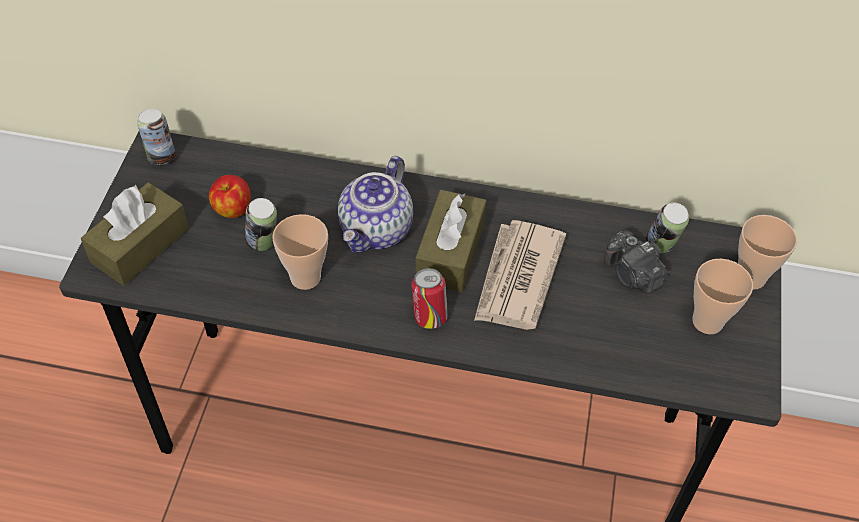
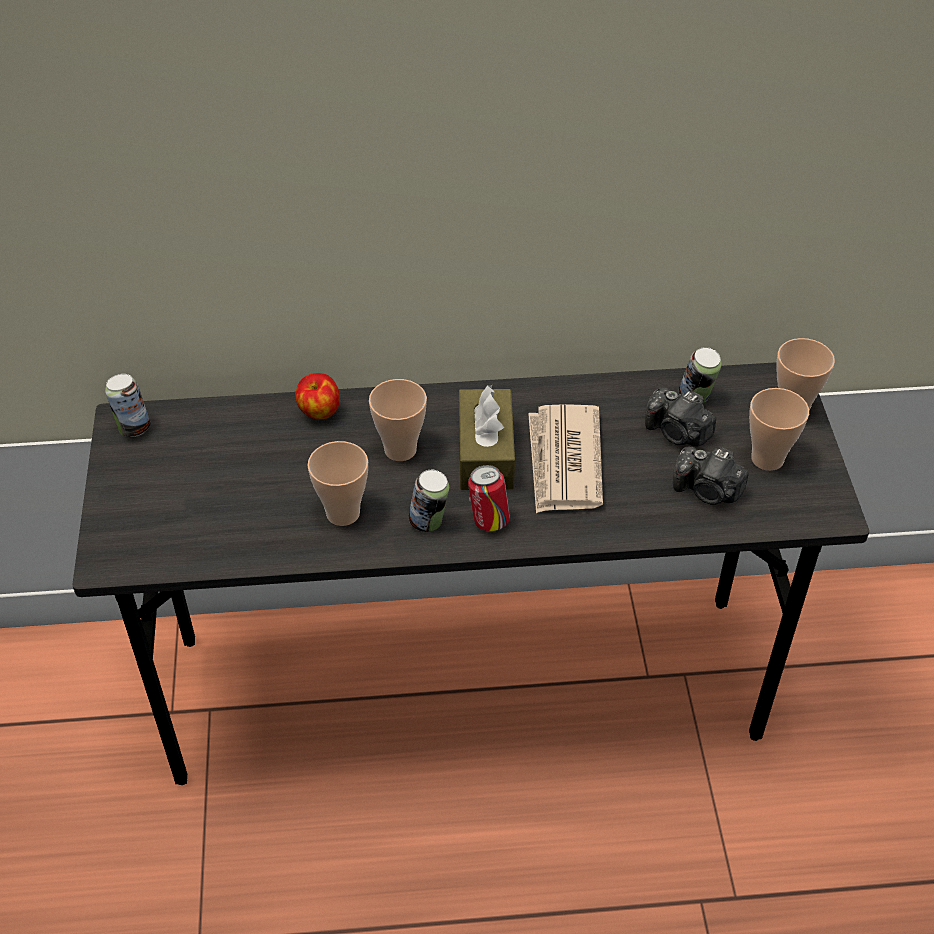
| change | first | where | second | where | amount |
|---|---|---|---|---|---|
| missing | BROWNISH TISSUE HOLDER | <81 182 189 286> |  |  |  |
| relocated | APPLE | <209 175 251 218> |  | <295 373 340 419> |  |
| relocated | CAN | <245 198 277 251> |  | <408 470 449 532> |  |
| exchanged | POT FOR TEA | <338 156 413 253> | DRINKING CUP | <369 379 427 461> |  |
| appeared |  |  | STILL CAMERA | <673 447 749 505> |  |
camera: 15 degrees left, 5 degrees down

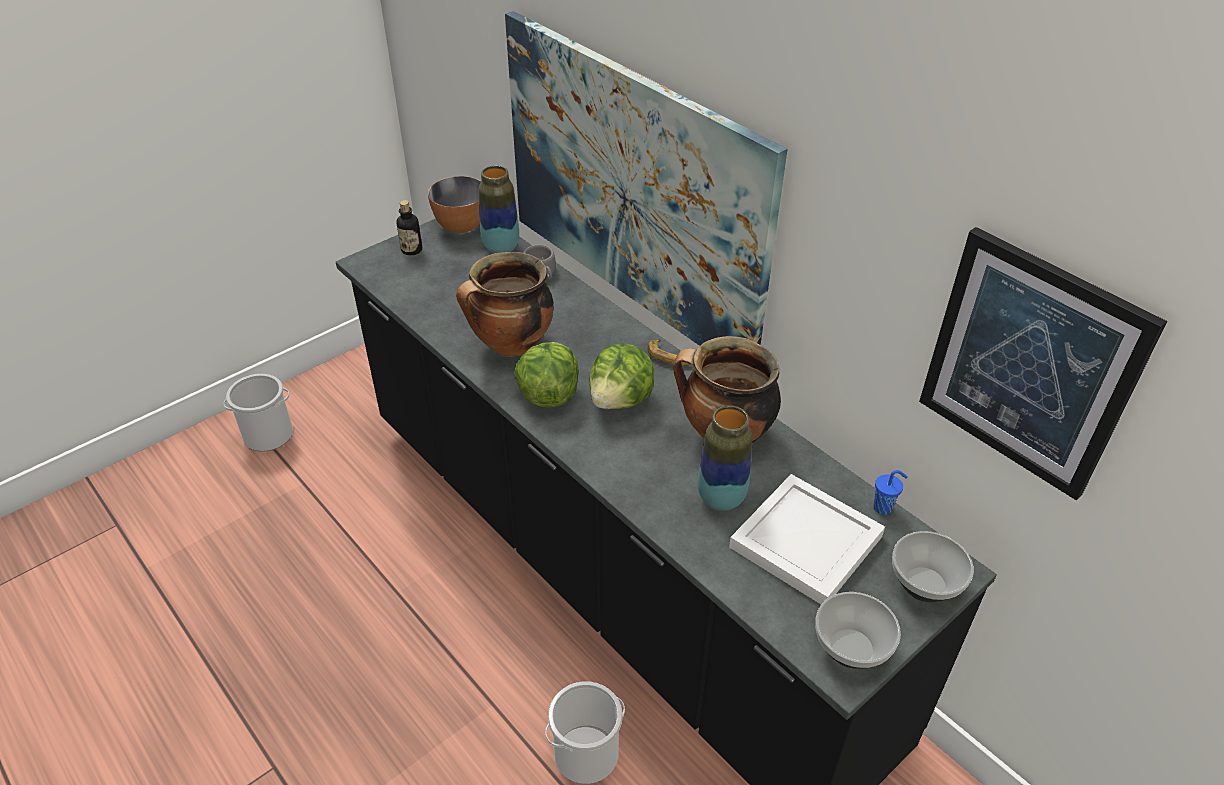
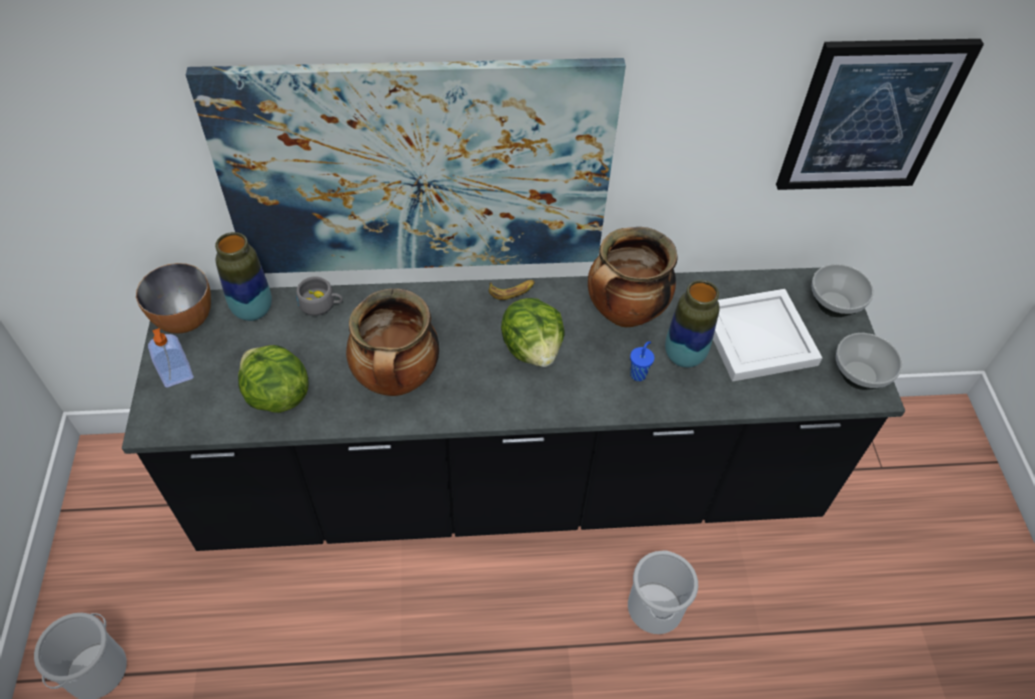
| change | first | where | second | where | amount |
|---|---|---|---|---|---|
| exchanged | BEVERAGE BOTTLE | <396 200 422 255> | LIQUID SOAP BOTTLE | <148 328 194 388> |  |
| relocated | HEAD OF LETTUCE | <514 342 579 408> |  | <238 345 308 413> |  |
| relocated | BLUISH DRINKING CUP | <873 470 908 515> |  | <630 341 654 381> |  |
camera: 55 degrees left, 10 degrees up

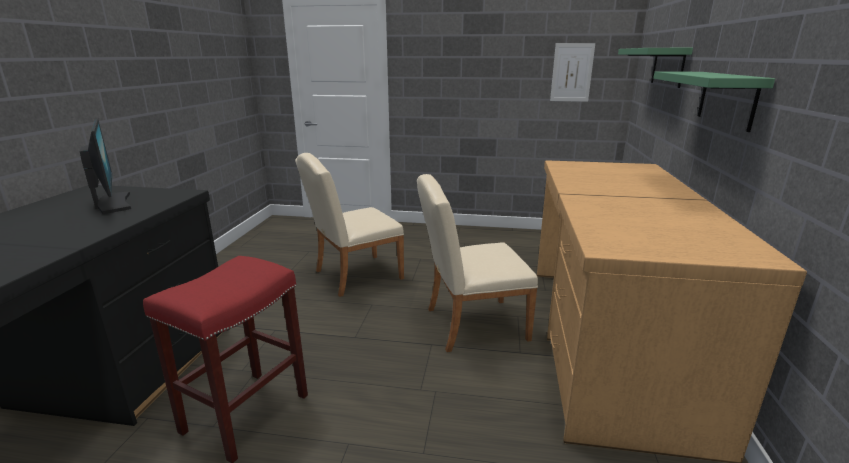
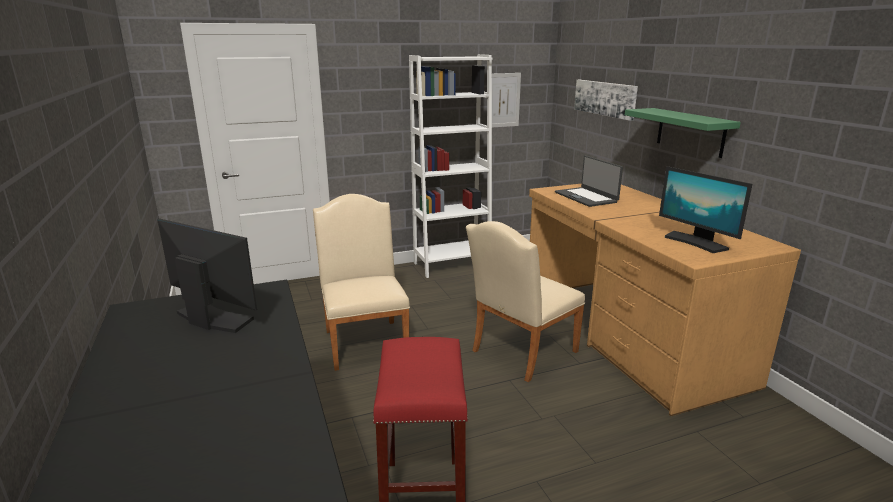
| change | first | where | second | where | amount |
|---|---|---|---|---|---|
| spun | BEIGE UPRIGHT CHAIR | <295 153 404 297> |  | <313 194 410 371> | 135 degrees clockwise |
| exchanged | GREEN SHELF | <618 48 693 88> | PICTURE | <574 80 638 121> |  |
| appeared |  |  | WHITISH BOOKCASE | <409 54 492 278> |  |
| appeared |  |  | LAPTOP | <555 156 623 207> |  |
| appeared |  |  | MONITOR | <659 166 752 253> |  |
camera: 30 degrees left, 0 degrees up

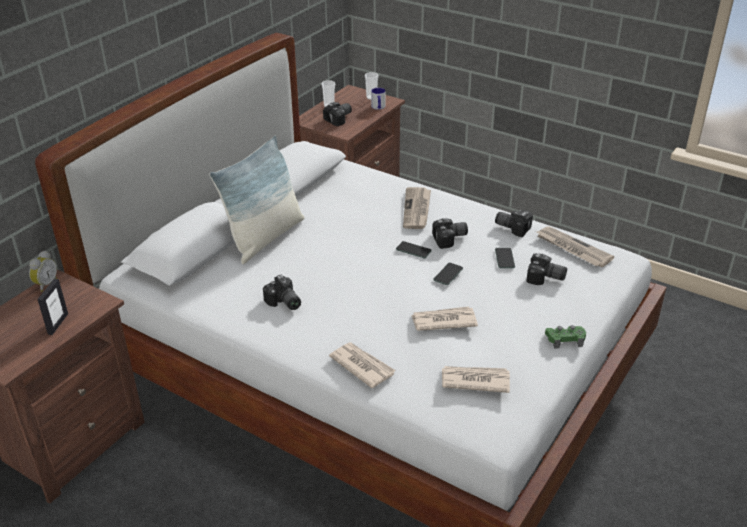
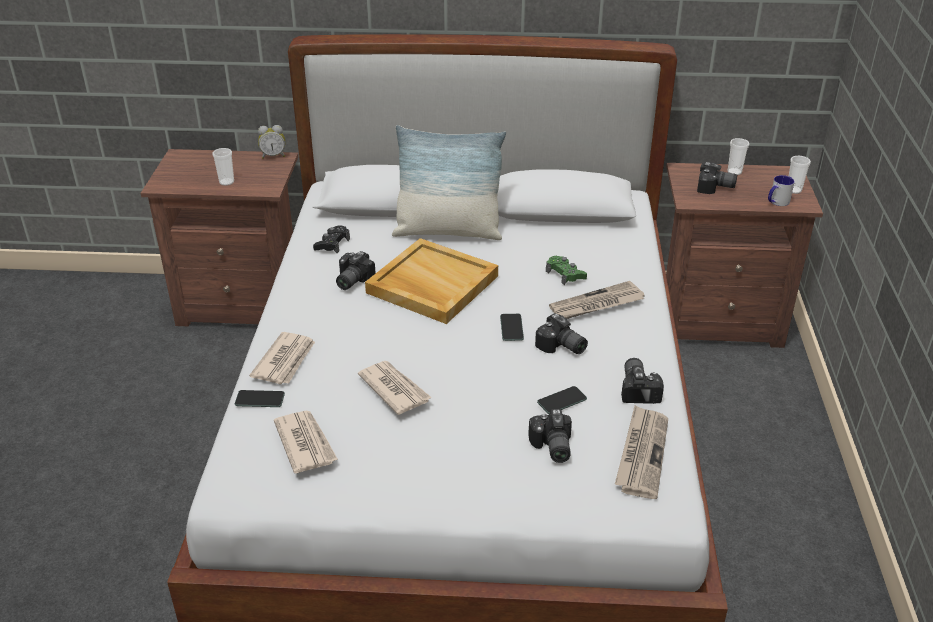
| change | first | where | second | where | amount |
|---|---|---|---|---|---|
| exchanged | STANDING FRAME | <37 279 68 335> | DRINKING CUP | <212 148 234 186> |  |
| relocated | HANDSET | <433 263 463 285> |  | <235 390 285 407> |  |
| relocated | GREEN GAMEPAD | <545 325 586 349> |  | <546 256 587 285> |  |
| appeared |  |  | BLACK-COLOURED GAMEPAD | <313 225 350 253> |  |
| appeared |  |  | BEIGE CARRYING TRAY | <365 238 498 324> |  |
camera: 60 degrees right, 0 degrees up

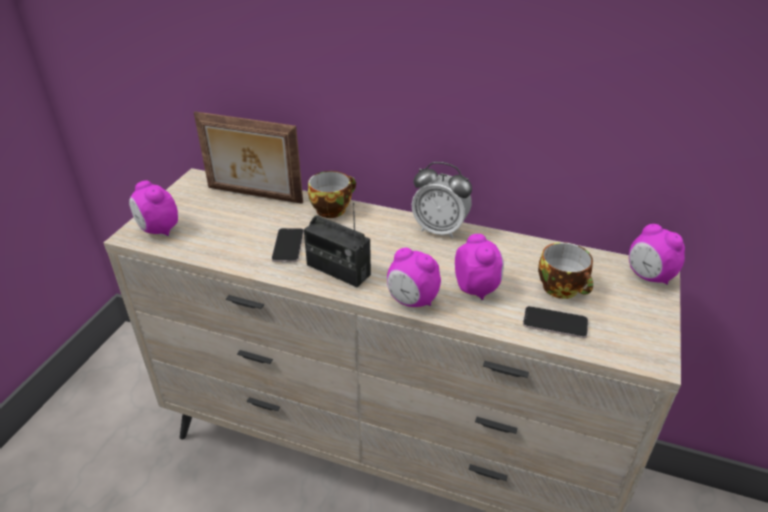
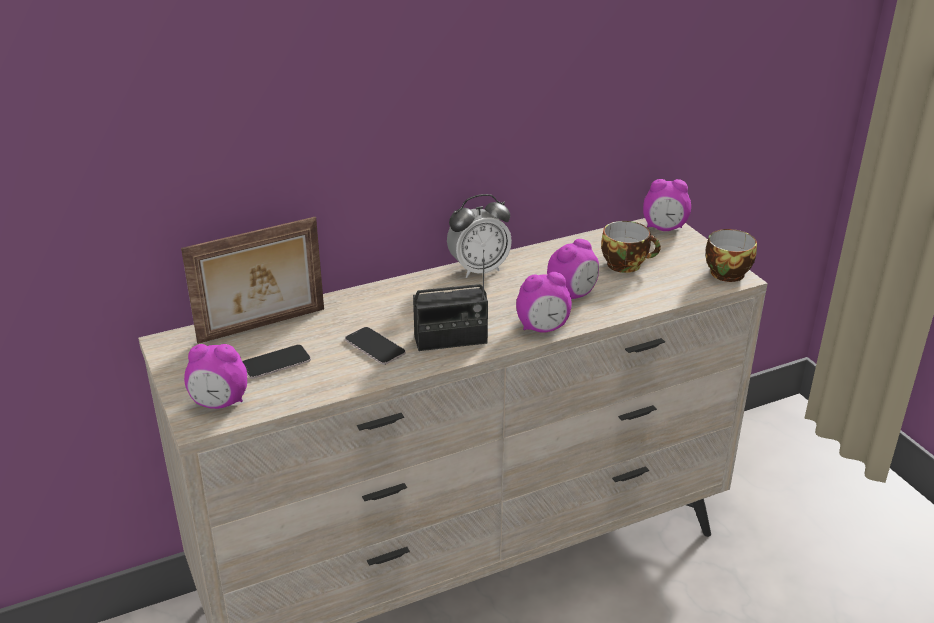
| change | first | where | second | where | amount |
|---|---|---|---|---|---|
| relocated | DRINKING CUP | <308 171 356 218> |  | <705 229 757 282> |  |
| spun | BEDSIDE CLOCK | <455 234 504 300> |  | <547 239 599 299> | 105 degrees clockwise |
| relocated | HANDSET | <523 306 588 338> |  | <242 344 311 379> |  |
camera: 45 degrees left, 5 degrees down

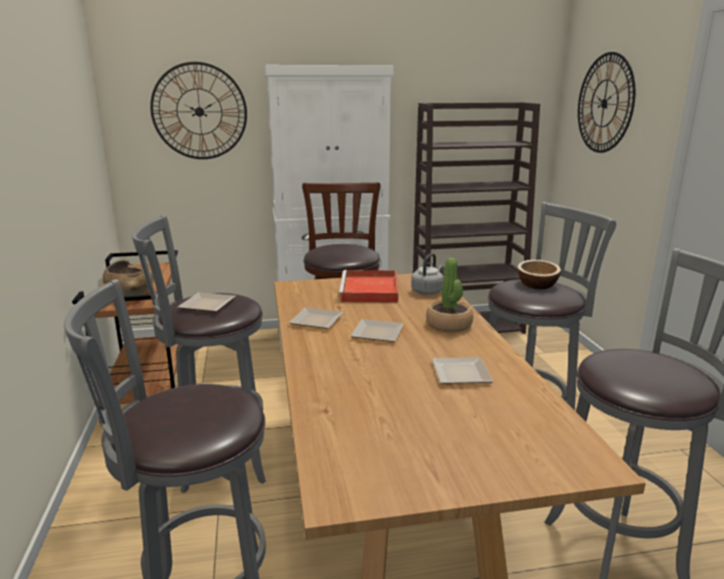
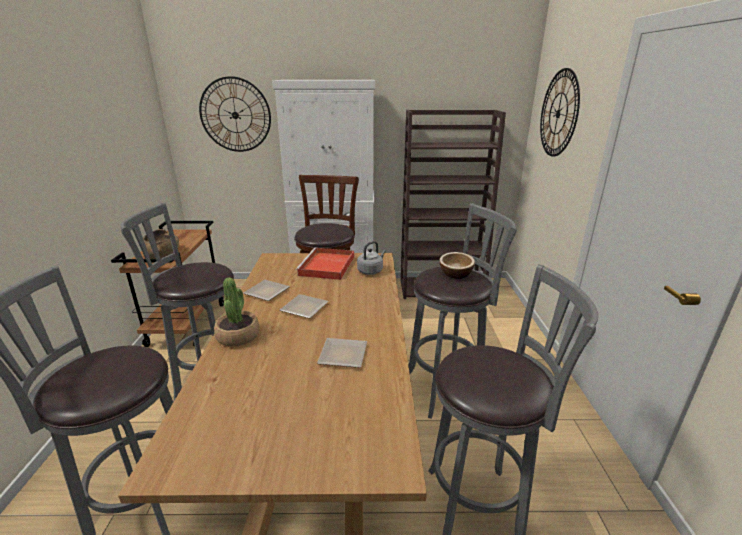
| change | first | where | second | where | amount |
|---|---|---|---|---|---|
| missing | FLAT DISH | <177 292 236 312> |  |  |  |
| relocated | HOUSEPLANT | <426 258 473 333> |  | <214 277 260 347> |  |
camera: 10 degrees right, 5 degrees up

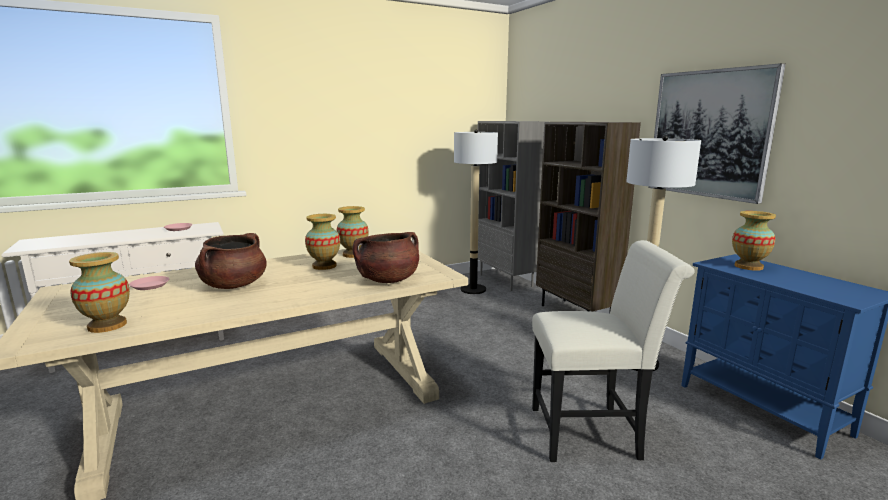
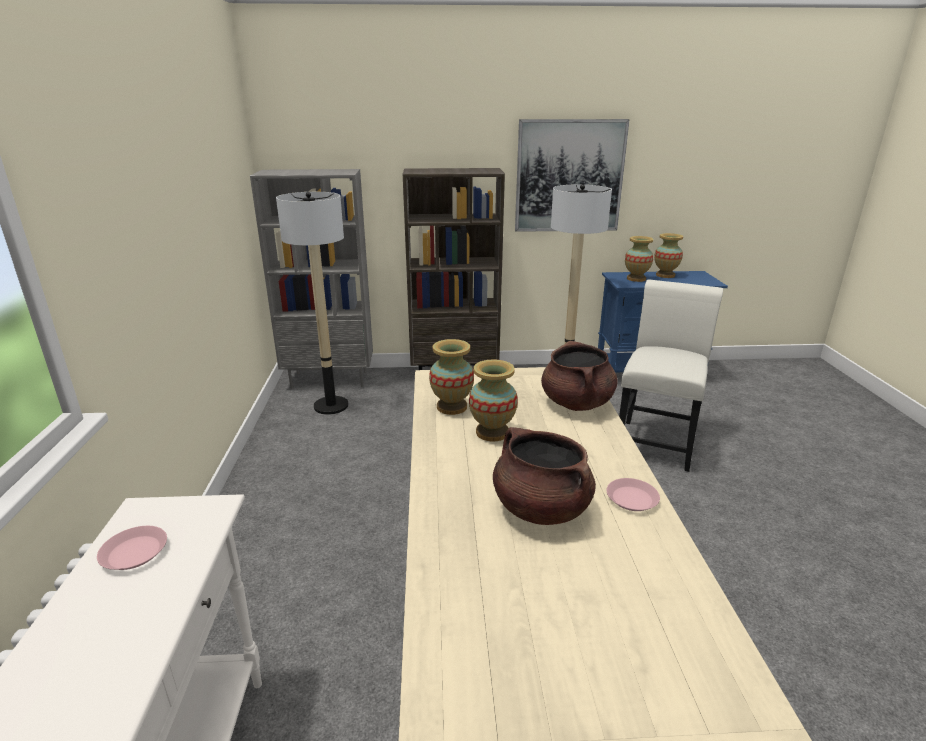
| change | first | where | second | where | amount |
|---|---|---|---|---|---|
| relocated | VASE | <69 252 130 333> |  | <654 233 683 278> |  |
| relocated | PINK-COLOURED FLAT DISH | <129 276 169 290> |  | <606 478 660 511> |  |
camera: 65 degrees left, 10 degrees up

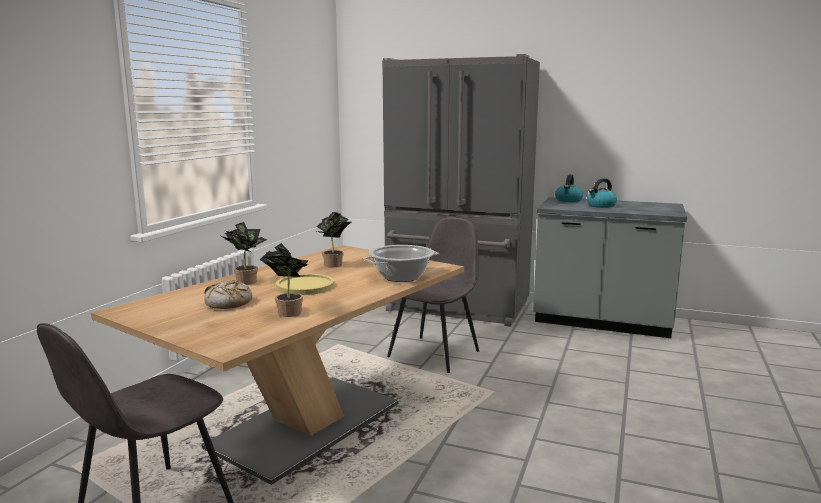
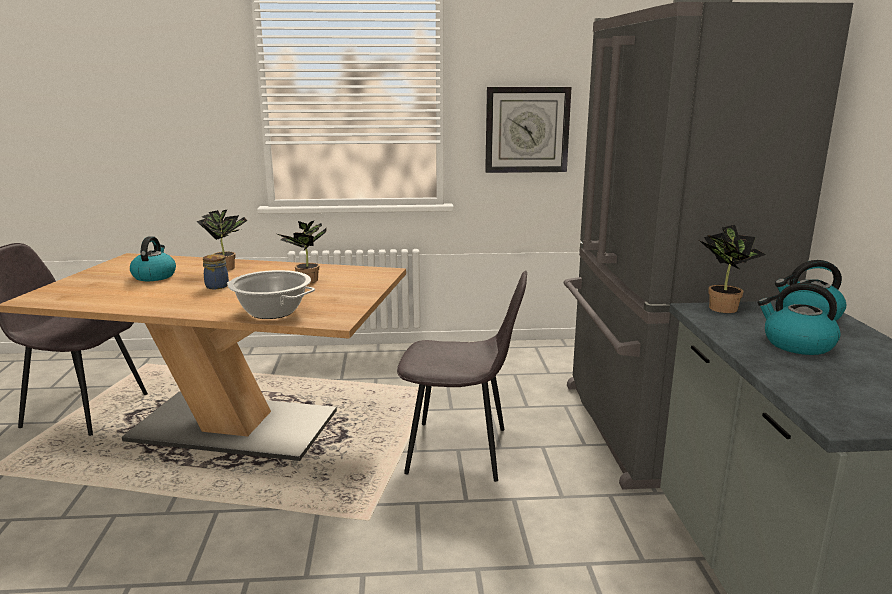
| change | first | where | second | where | amount |
|---|---|---|---|---|---|
| exchanged | BAKERY BREAD | <204 280 253 309> | TEA KETTLE | <130 236 176 281> |  |
| relocated | HOUSEPLANT | <260 243 309 317> |  | <700 225 766 313> |  |
| exchanged | YELLOW FLAT DISH | <276 274 334 295> | PRESERVE JAR | <203 254 229 289> |  |
| appeared |  |  | WALL CLOCK | <485 87 572 173> |  |
camera: 65 degrees right, 5 degrees up

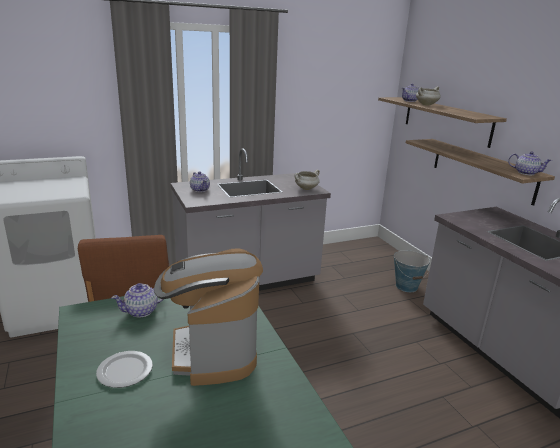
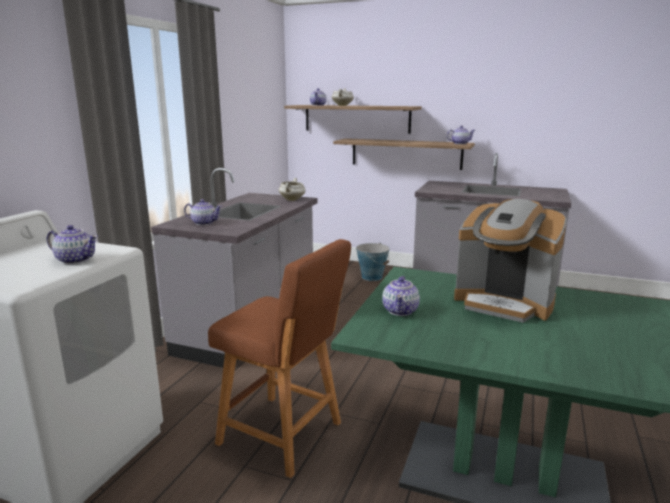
| change | first | where | second | where | amount |
|---|---|---|---|---|---|
| missing | FLAT DISH | <96 351 153 388> |  |  |  |
| appeared |  |  | POT FOR TEA | <47 225 98 264> |  |
camera: 45 degrees left, 5 degrees down

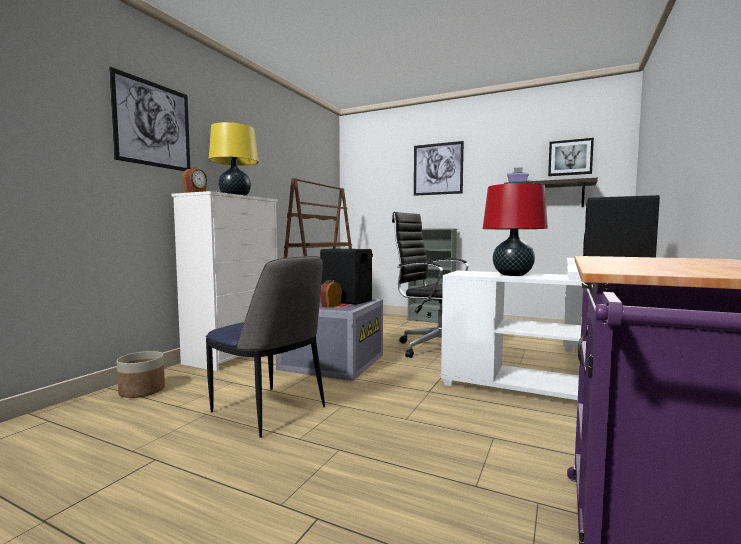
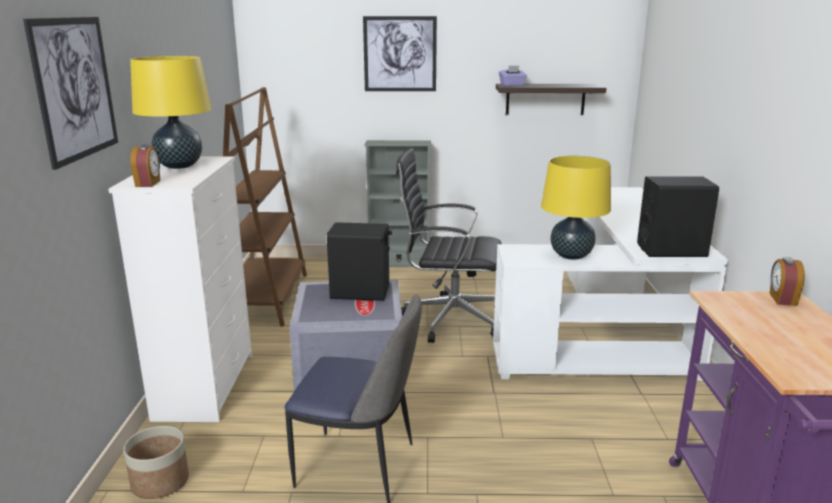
| change | first | where | second | where | amount |
|---|---|---|---|---|---|
| relocated | BEDSIDE CLOCK | <320 280 342 308> |  | <769 257 805 306> |  |
| colour | RED LAMP FOR A TABLE | <483 183 548 276> | YELLOW LAMP FOR A TABLE | <541 156 611 260> |  |
| missing | PICTURE | <548 138 594 176> |  |  |  |
camera: 25 degrees left, 15 degrees up

